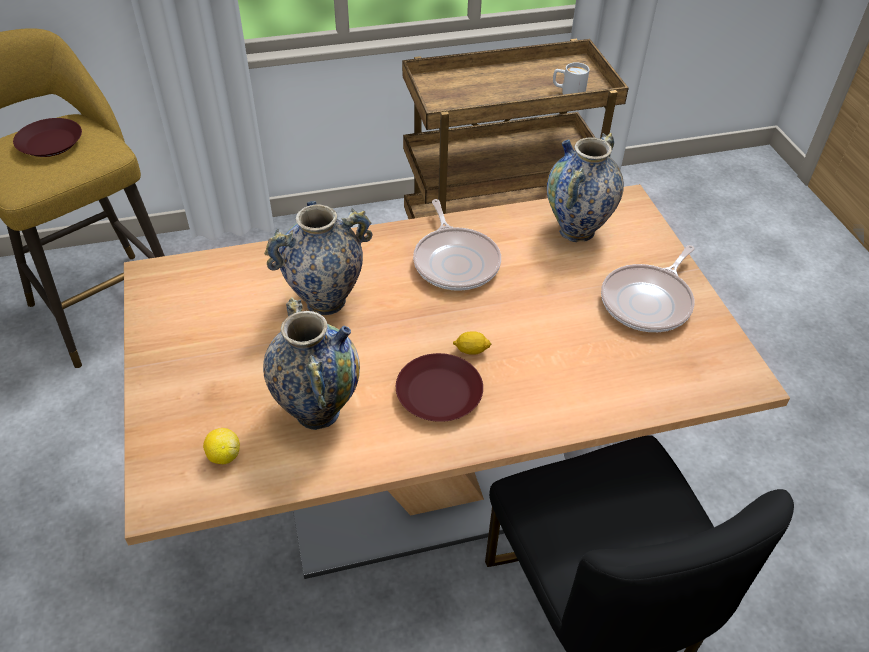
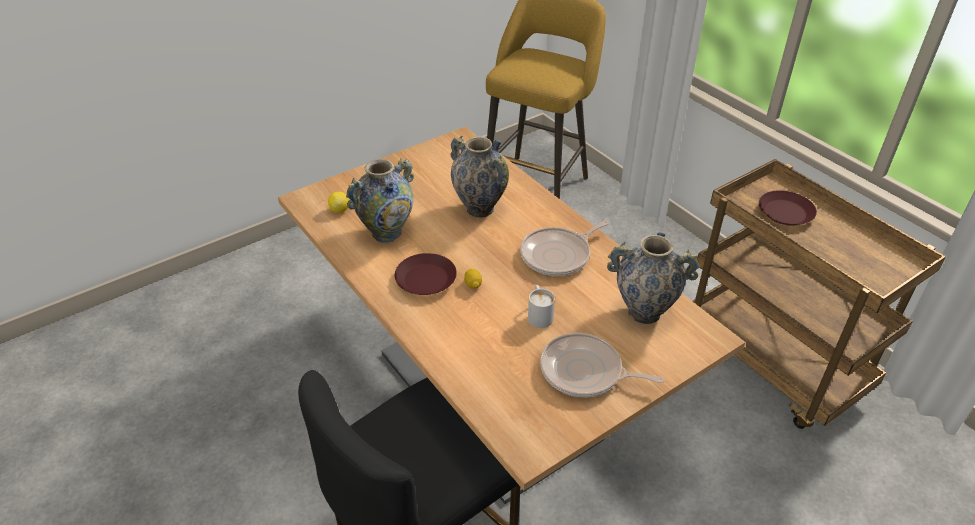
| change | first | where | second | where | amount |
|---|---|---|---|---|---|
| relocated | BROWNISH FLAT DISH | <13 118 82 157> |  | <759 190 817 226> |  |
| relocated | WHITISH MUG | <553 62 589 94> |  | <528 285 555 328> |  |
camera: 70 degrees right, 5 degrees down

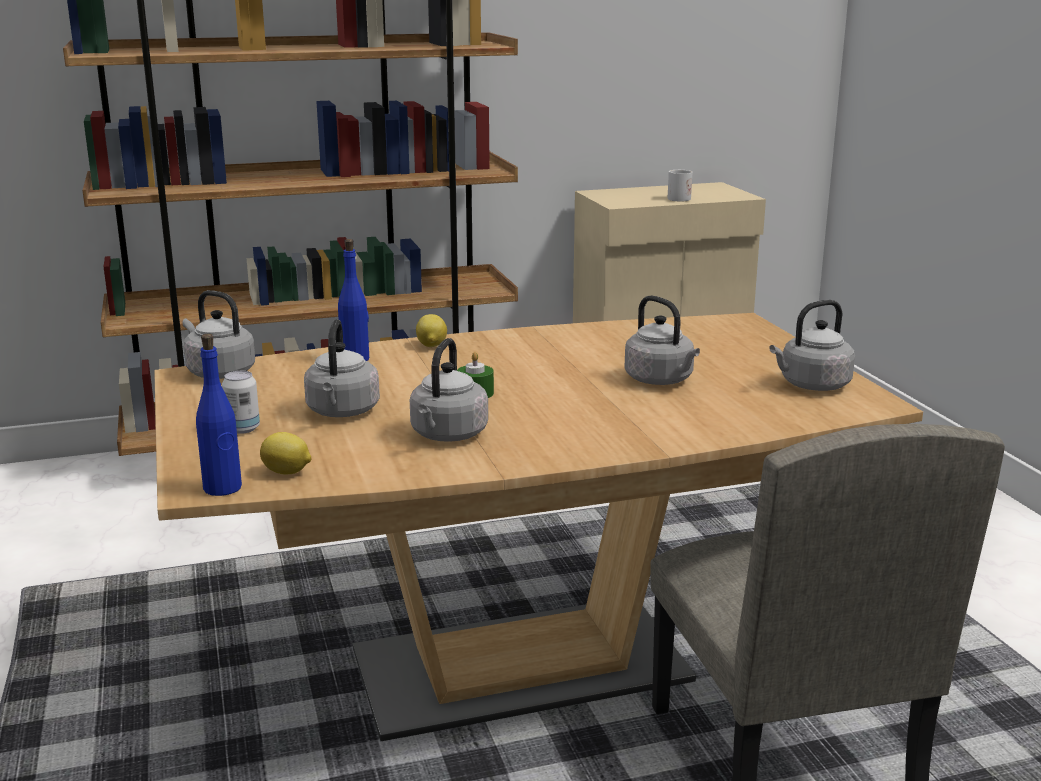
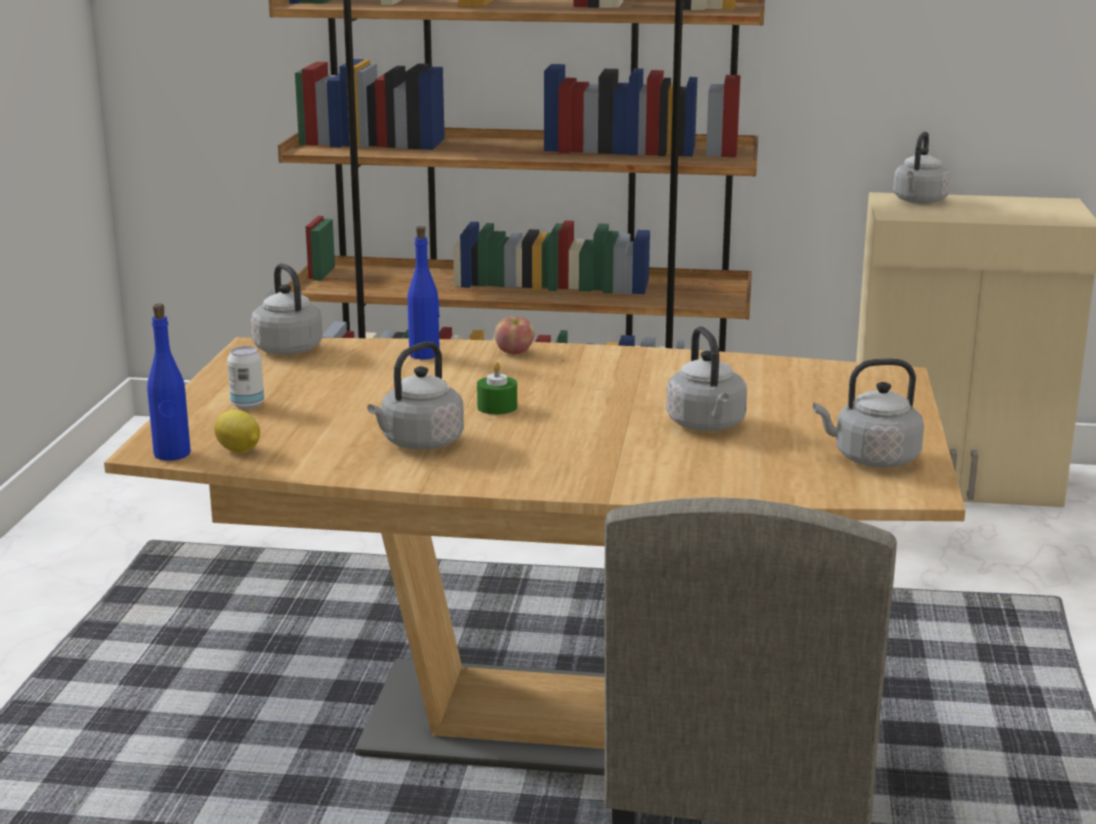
| change | first | where | second | where | amount |
|---|---|---|---|---|---|
| relocated | GREY TEA KETTLE | <304 320 380 417> |  | <893 131 950 204> |  |
| exchanged | CITRUS FRUIT | <416 314 447 347> | APPLE | <495 316 535 355> |  |
| missing | WHITISH MUG | <668 170 692 201> |  |  |  |
camera: 25 degrees right, 0 degrees up

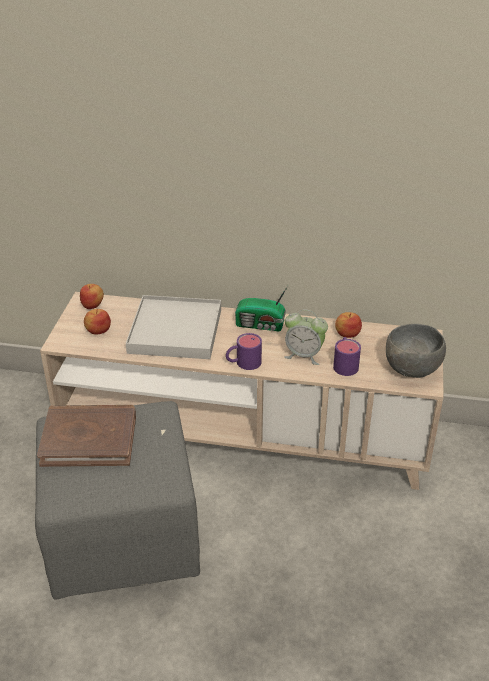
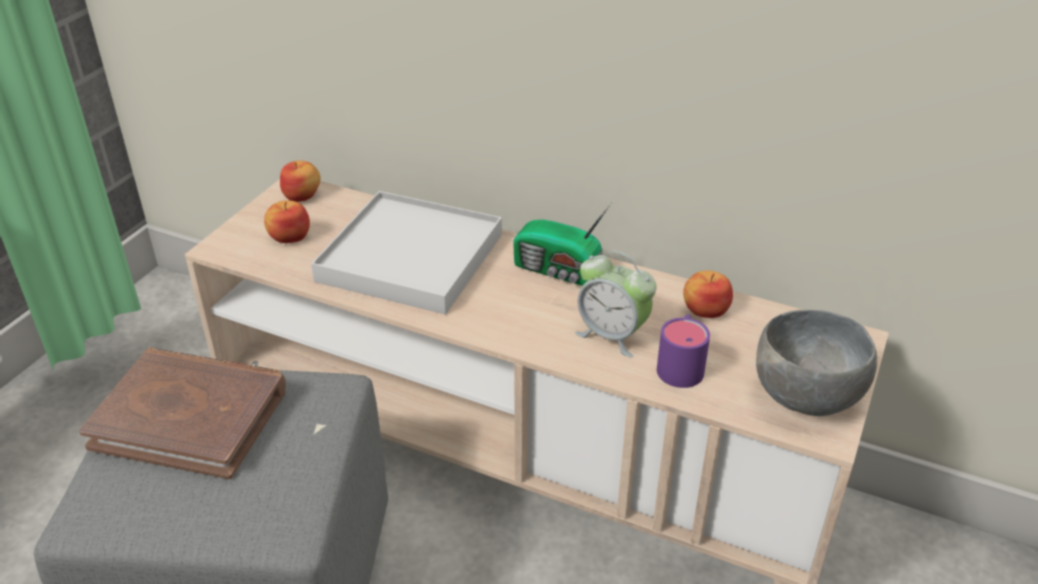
| change | first | where | second | where | amount |
|---|---|---|---|---|---|
| missing | PURPLISH MUG | <226 333 262 370> |  |  |  |
camera: 15 degrees right, 0 degrees up

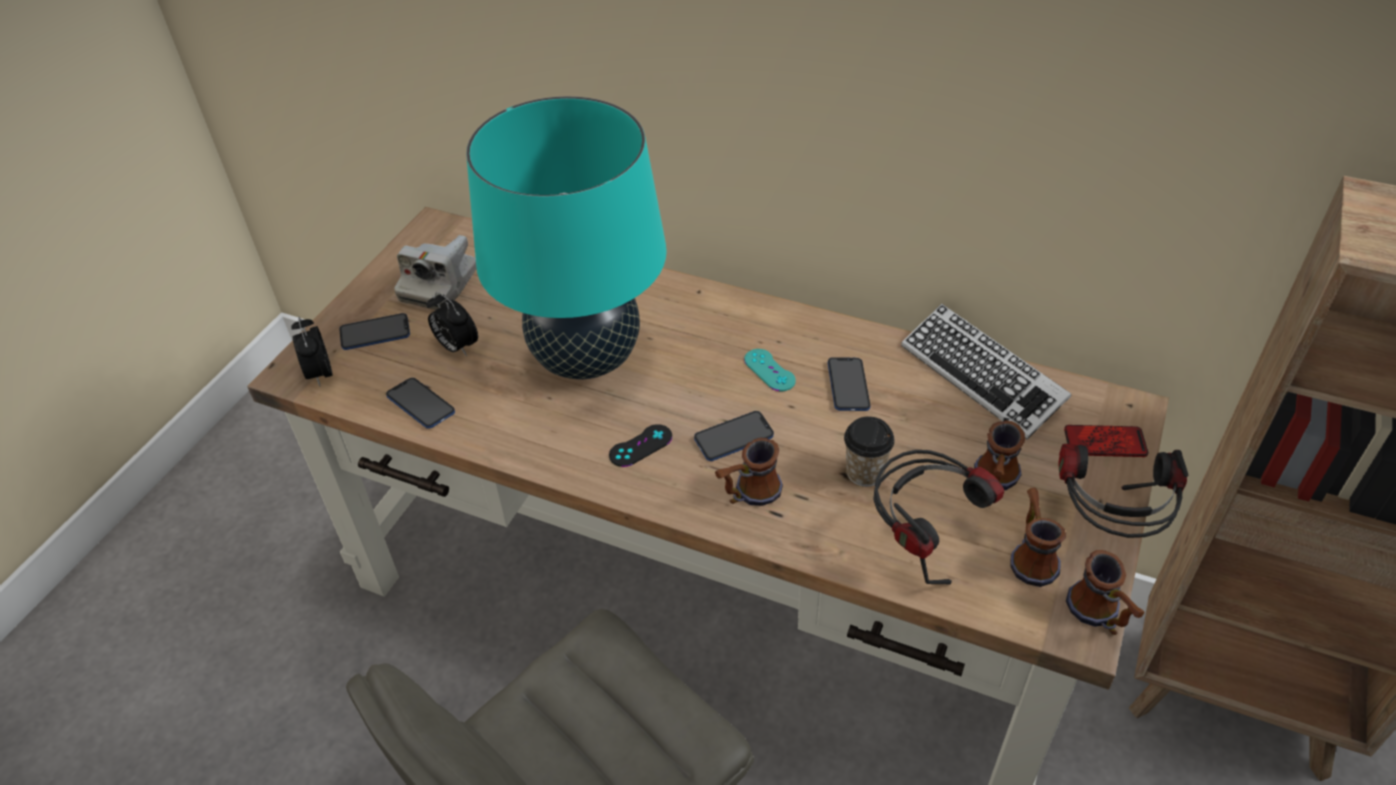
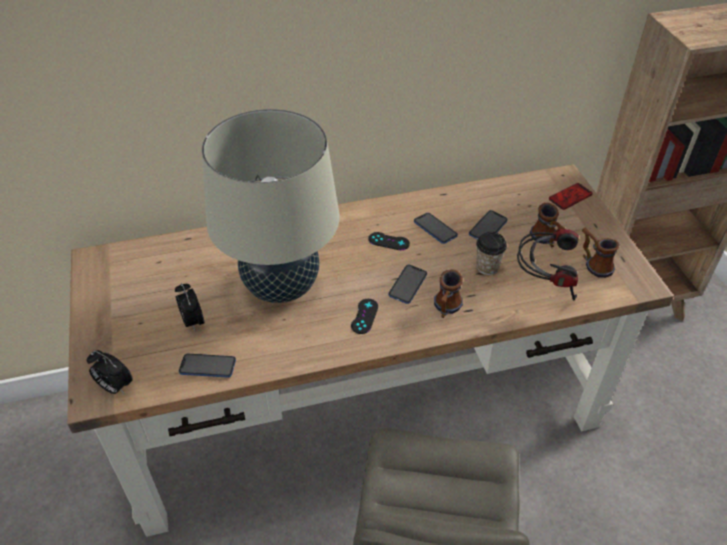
| change | first | where | second | where | amount |
|---|---|---|---|---|---|
| relocated | HANDSET | <339 313 410 350> |  | <469 210 508 240> |  |
| missing | STILL CAMERA | <394 235 477 310> |  |  |  |
| spun | BEDSIDE CLOCK | <426 292 478 356> |  | <175 283 205 331> | 60 degrees clockwise |
| colour | TURQUOISE LAMP FOR A TABLE | <466 96 667 379> | BEIGE LAMP FOR A TABLE | <202 109 340 303> |  |
| colour | TURQUOISE GAMEPAD | <744 349 796 391> | BLACK-COLOURED GAMEPAD | <368 232 410 250> |  |
| missing | KEYBOARD | <901 304 1071 440> |  |  |  |
| missing | HEADSET | <1059 444 1188 538> |  |  |  |
| missing | MUG | <1066 550 1145 635> |  |  |  |
camera: 40 degrees left, 0 degrees up

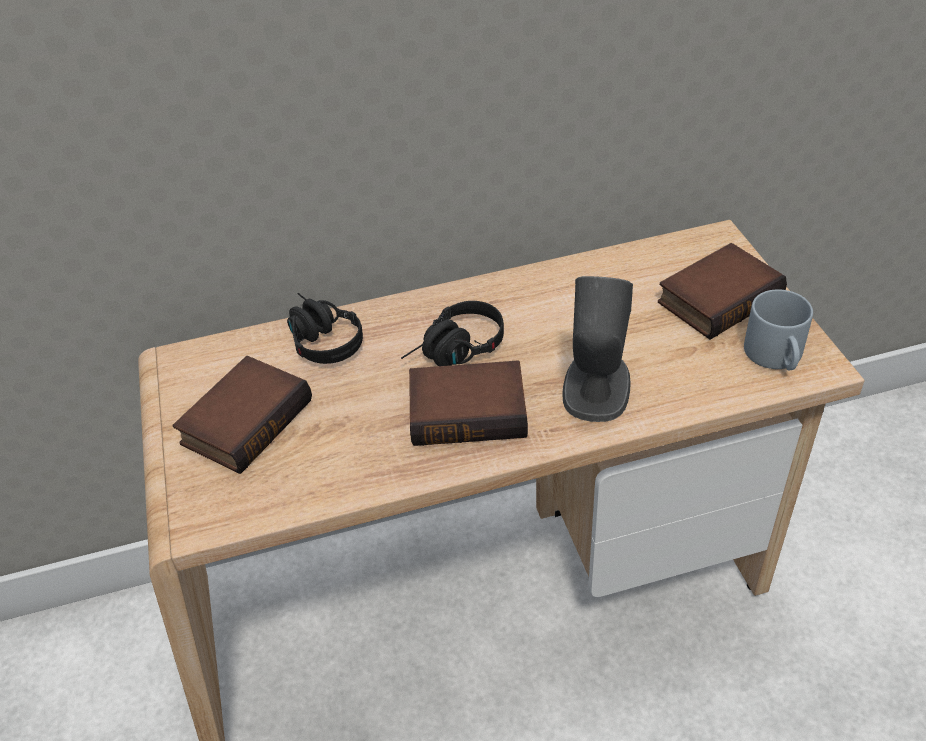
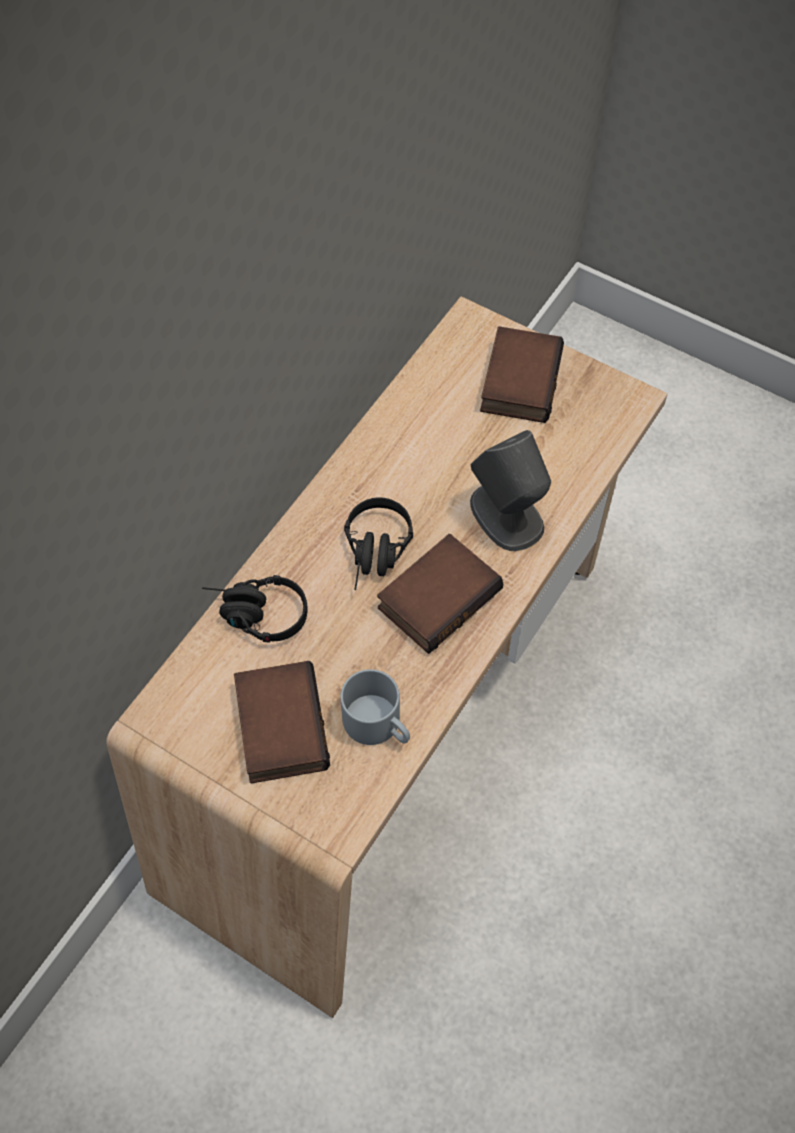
| change | first | where | second | where | amount |
|---|---|---|---|---|---|
| relocated | GREY MUG | <744 289 813 370> |  | <340 669 410 745> |  |
camera: 45 degrees left, 15 degrees up

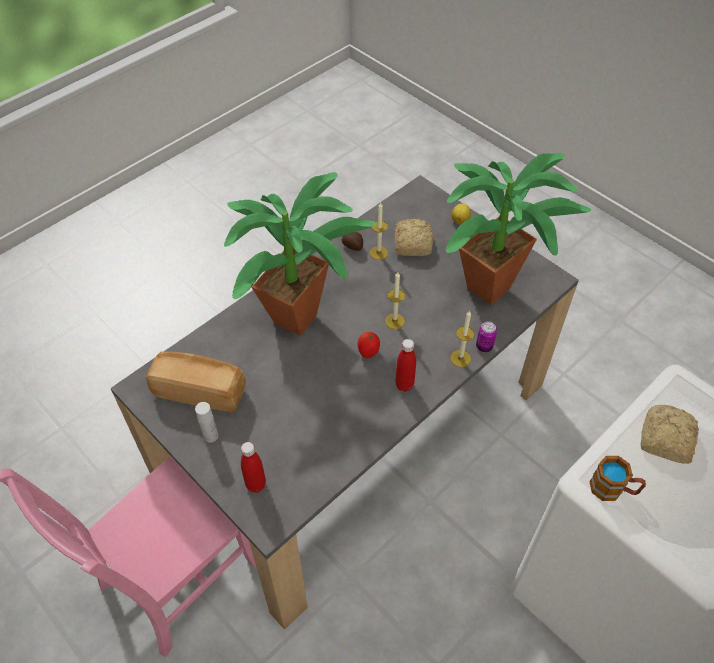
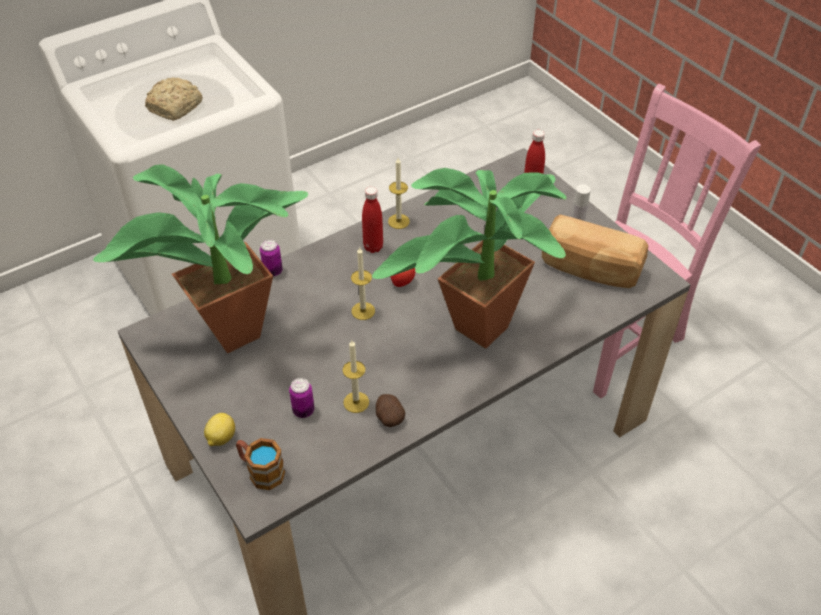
| change | first | where | second | where | amount |
|---|---|---|---|---|---|
| exchanged | BAKERY BREAD | <394 218 433 256> | CAN | <289 378 314 418> |  |
| relocated | WAX LIGHT | <450 310 474 367> |  | <388 158 410 229> |  |
| relocated | MUG | <589 456 646 501> |  | <236 438 285 490> |  |
camera: 170 degrees left, 5 degrees down

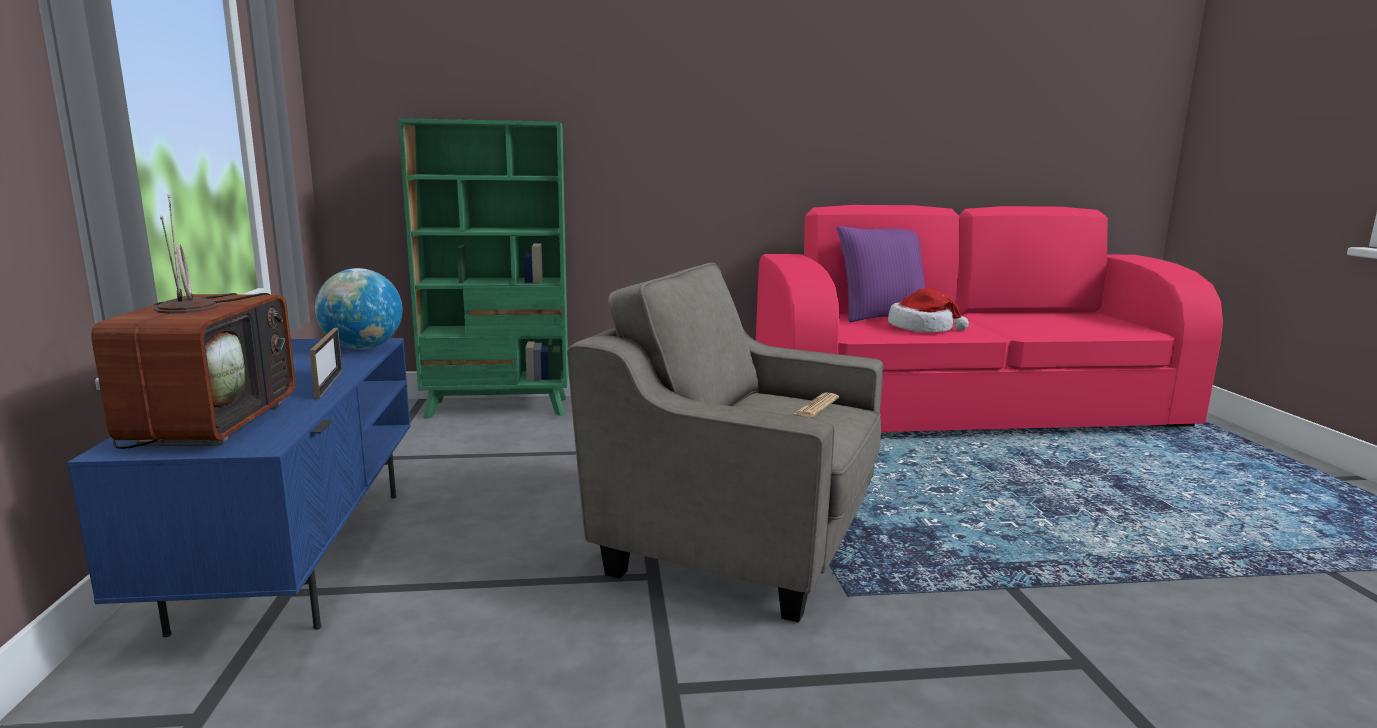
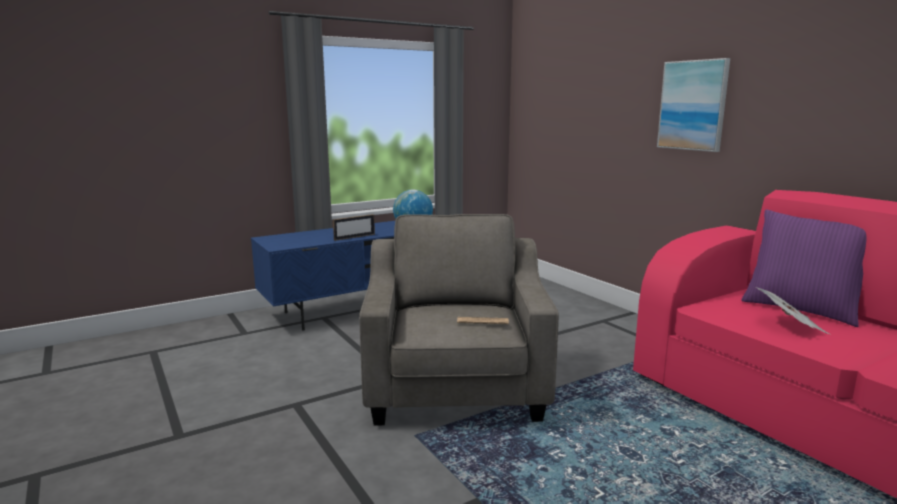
| change | first | where | second | where | amount |
|---|---|---|---|---|---|
| missing | TV SET | <91 195 295 449> |  |  |  |
| missing | GREEN BOOKCASE | <398 118 568 419> |  |  |  |
| exchanged | CLOTHING HAT | <888 288 969 332> | DAILY PAPER | <756 287 829 334> |  |
| appeared |  |  | PICTURE | <657 58 730 152> |  |
camera: 65 degrees right, 0 degrees up

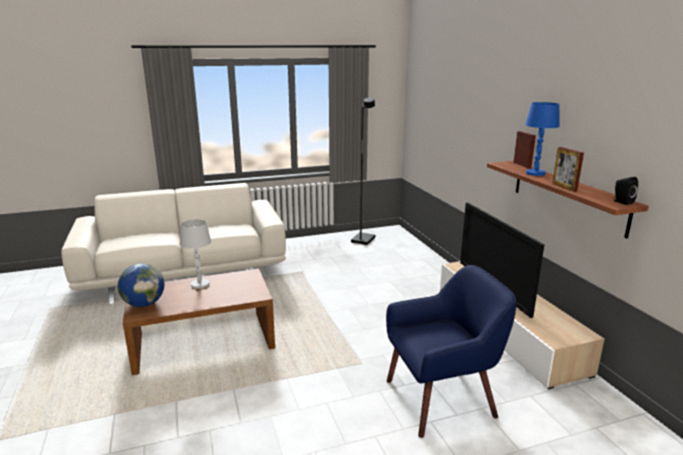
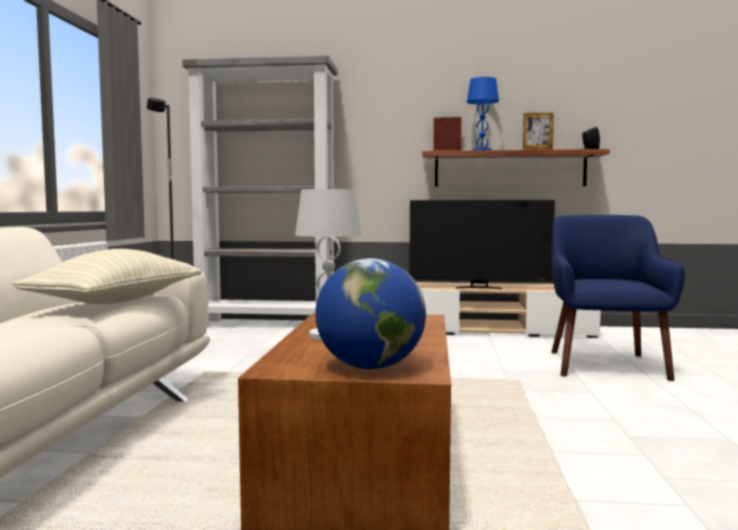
| change | first | where | second | where | amount |
|---|---|---|---|---|---|
| appeared |  |  | BEIGE CUSHION | <12 249 201 304> |  |
| appeared |  |  | GREY BOOKCASE | <182 55 338 327> |  |
camera: 65 degrees left, 15 degrees down

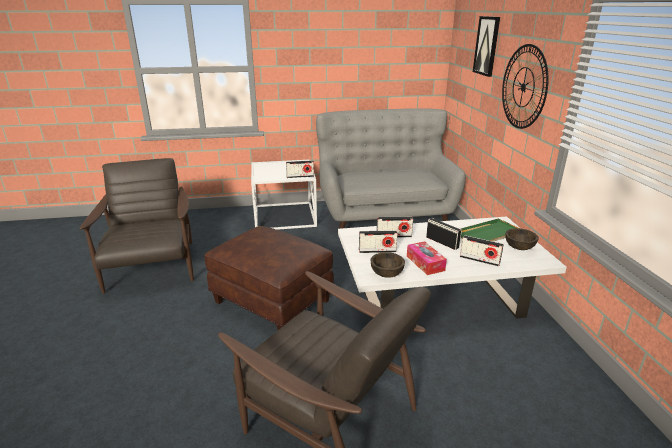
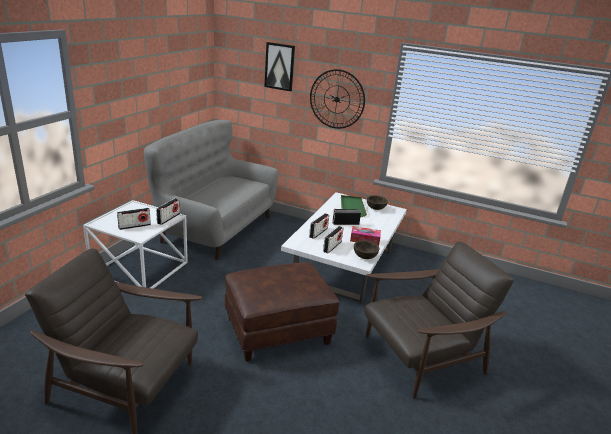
| change | first | where | second | where | amount |
|---|---|---|---|---|---|
| relocated | RADIO | <460 235 504 266> |  | <117 208 151 230> |  |
camera: 60 degrees left, 0 degrees up

